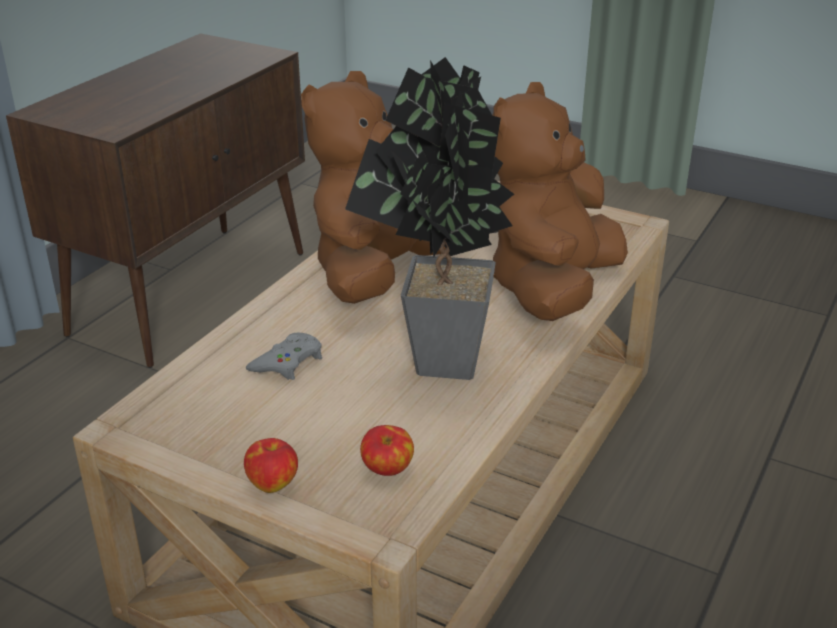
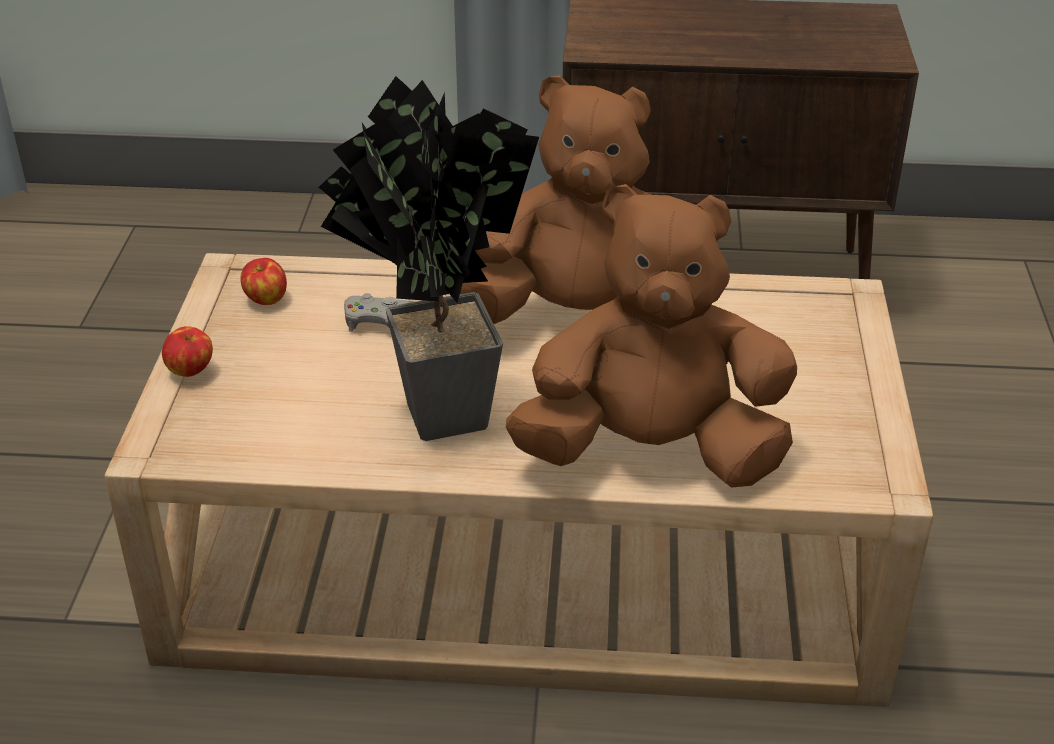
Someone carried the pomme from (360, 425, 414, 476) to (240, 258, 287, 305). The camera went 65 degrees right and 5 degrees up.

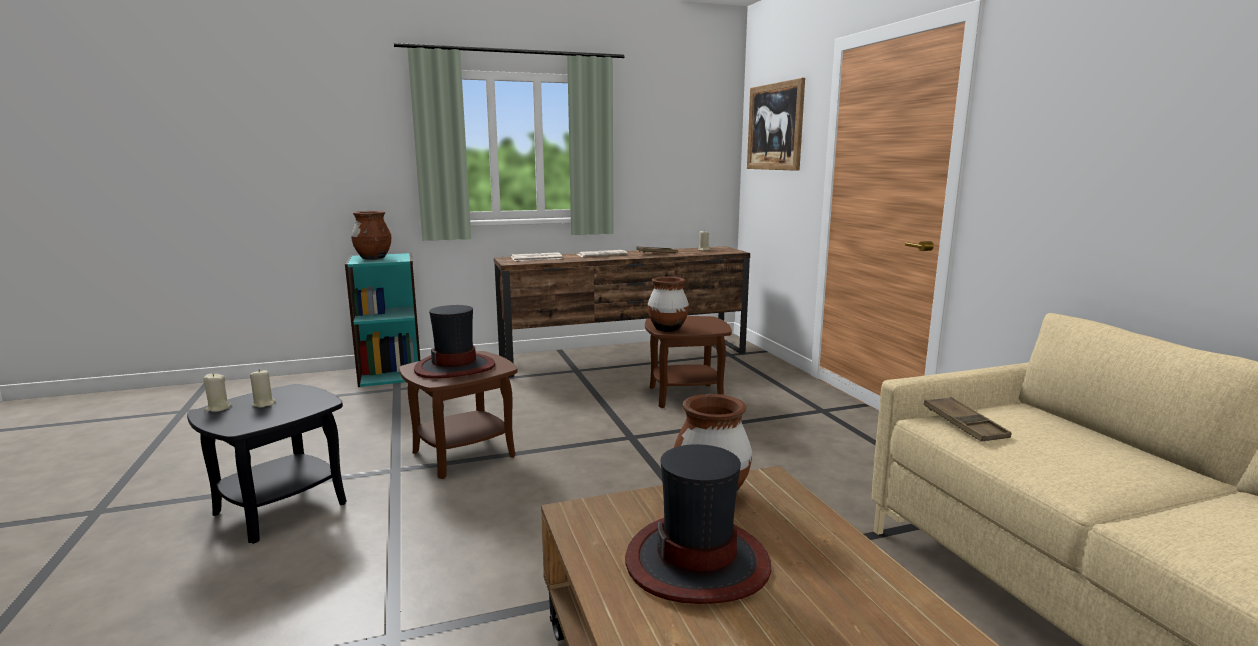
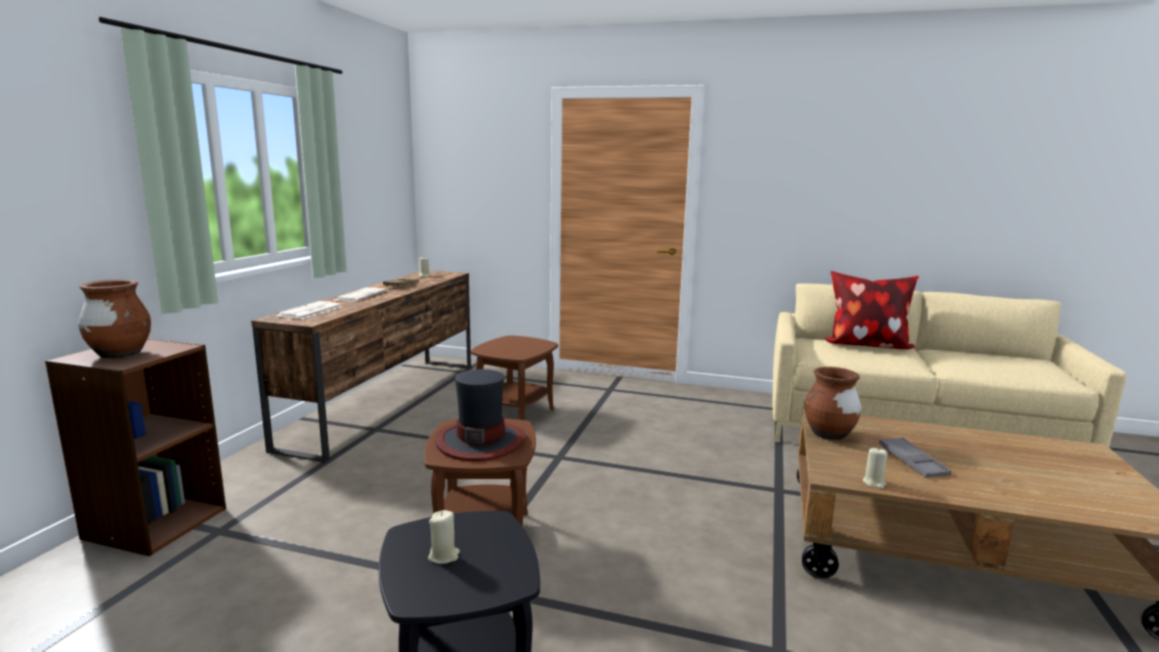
Someone carried the bougie/beige from (203, 373, 232, 412) to (862, 447, 888, 489). Someone repainted the bibliothèque/turquoise at (345, 253, 420, 387), which became the bibliothèque/marron at (45, 338, 226, 556). Someone swapped the chapeau at (625, 444, 771, 604) for the plateau/gris at (879, 437, 951, 478). Someone took away the vase/marron at (647, 276, 689, 332). Someone took away the tableau at (747, 78, 805, 171). Someone took away the plateau/marron at (924, 397, 1011, 442). Someone put down the coussin at (824, 271, 919, 349). The camera went 55 degrees left and 0 degrees up.

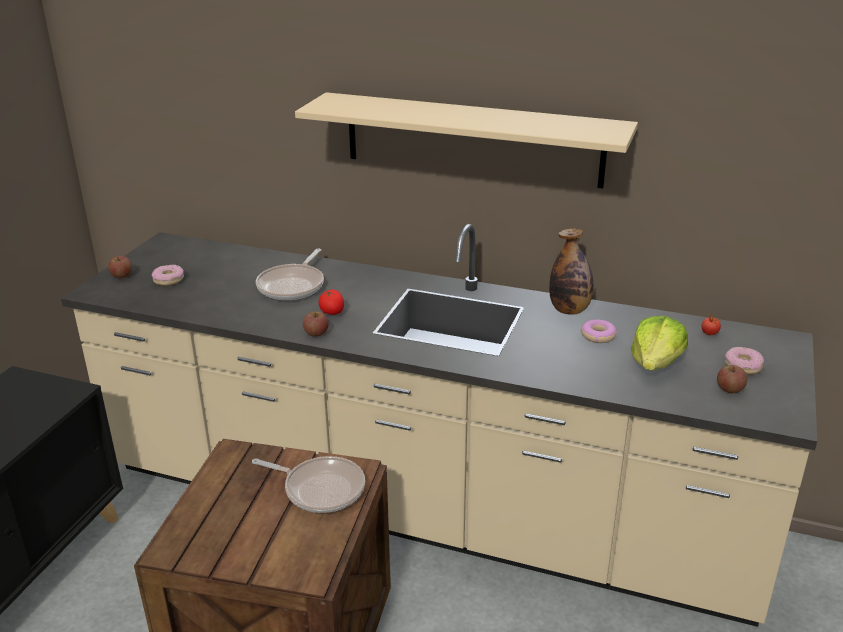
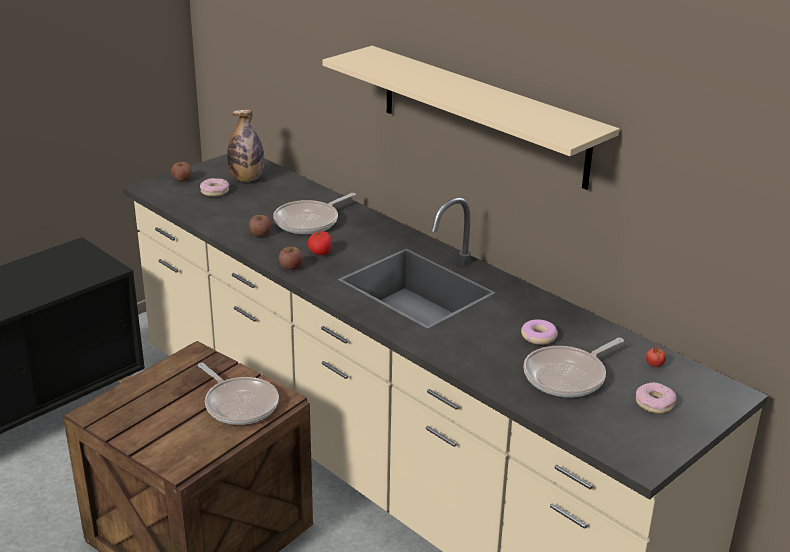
Someone carried the bouteille from (549, 228, 593, 315) to (227, 109, 264, 182). Someone swapped the laitue at (631, 316, 688, 371) for the poêle at (523, 338, 624, 397). Someone carried the pomme from (717, 365, 747, 393) to (249, 215, 272, 237). The camera went 25 degrees right and 0 degrees up.

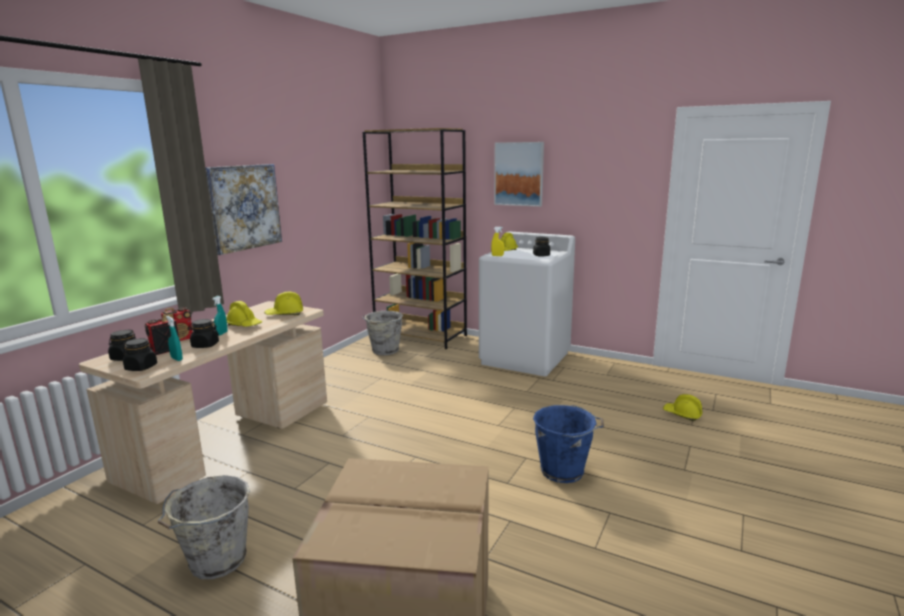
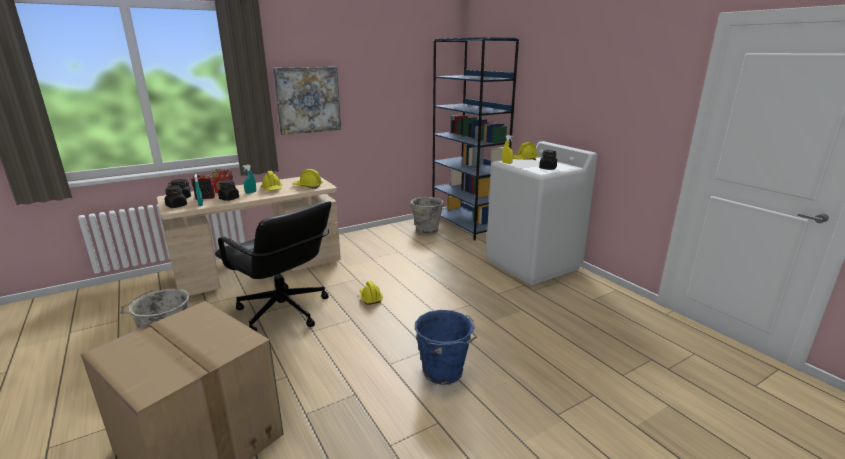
Someone repainted the bibliothèque/marron at (363, 128, 467, 349), which became the bibliothèque/bleu at (432, 37, 519, 240). Someone took away the tableau at (494, 142, 544, 207). Someone carried the casque de chantier/jaune from (663, 394, 703, 421) to (360, 281, 383, 305). Someone put down the chaise de bureau/noir at (215, 201, 331, 332). The camera went 30 degrees right and 5 degrees up.

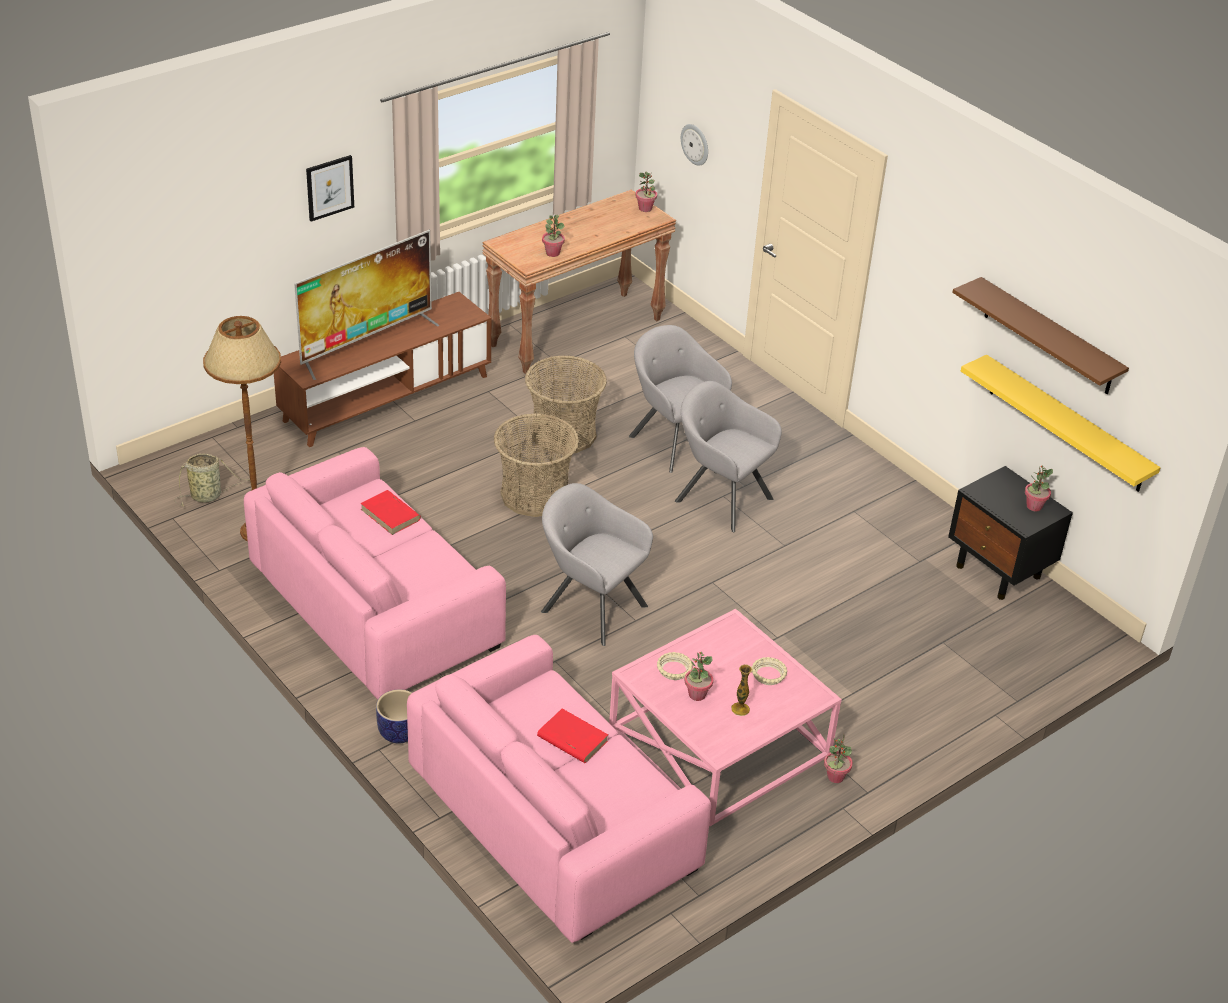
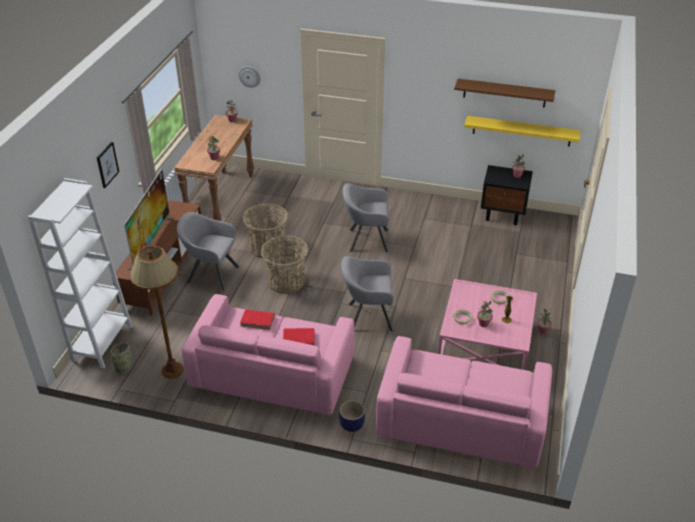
Someone carried the livre/rouge from (537, 709, 608, 763) to (283, 328, 315, 345). Someone carried the fauteuil/gris from (629, 325, 732, 473) to (177, 212, 240, 291). Someone put down the bibliothèque/blanc at (28, 178, 133, 368). The camera went 35 degrees left and 0 degrees up.

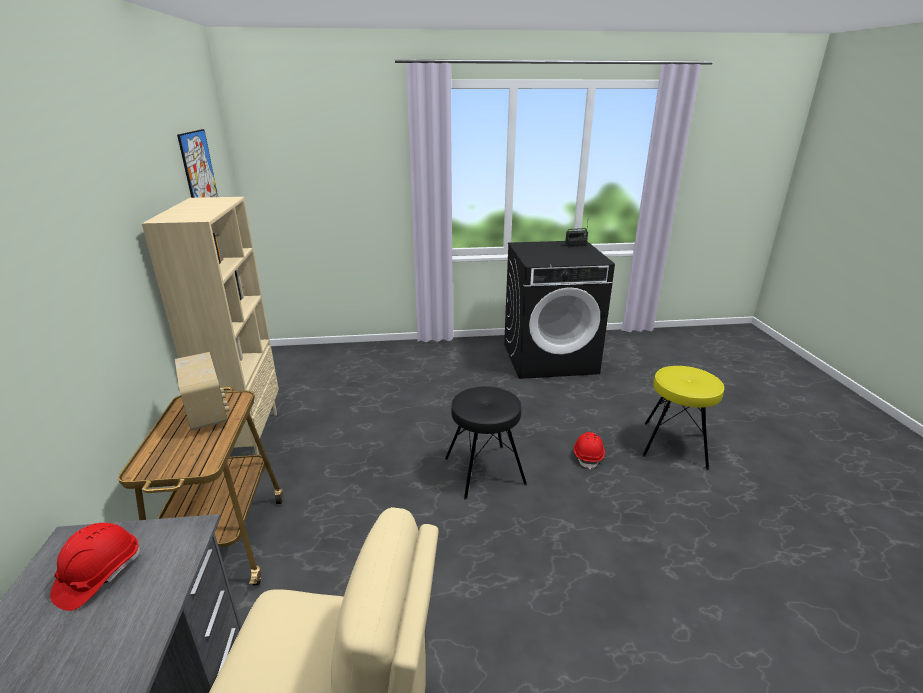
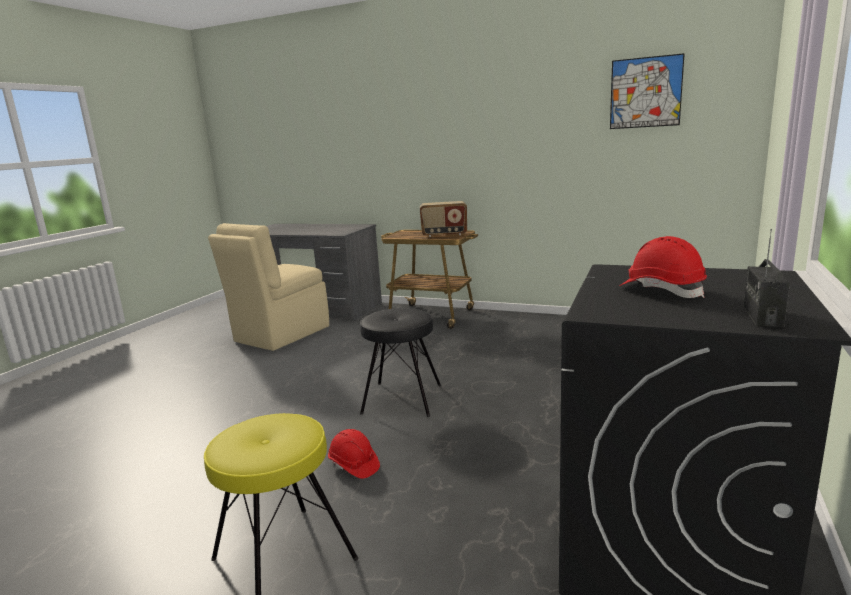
Someone carried the casque de chantier/rouge from (50, 523, 140, 611) to (620, 236, 707, 298). Someone took away the bibliothèque/beige at (142, 197, 279, 455). The camera went 120 degrees right and 10 degrees down.

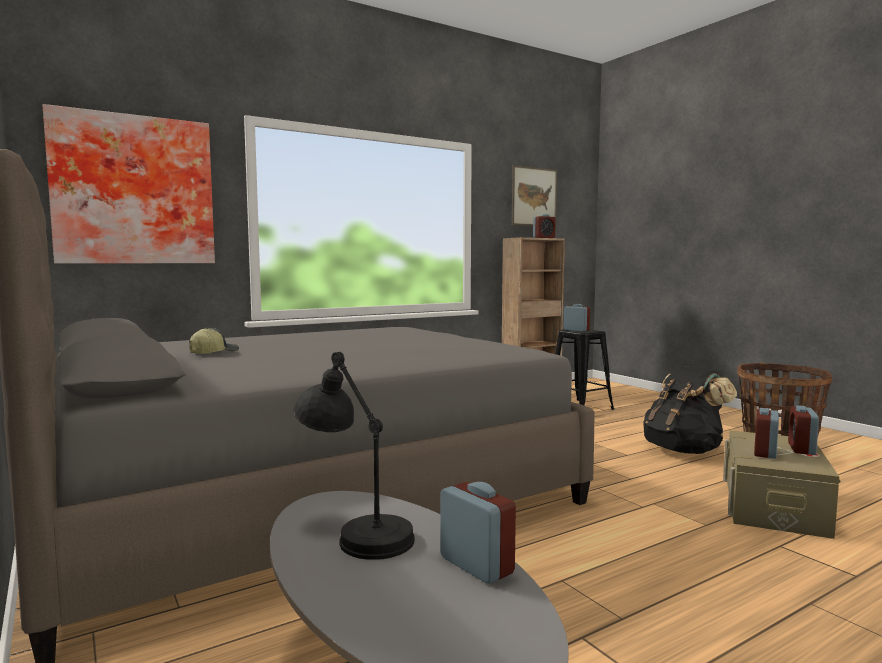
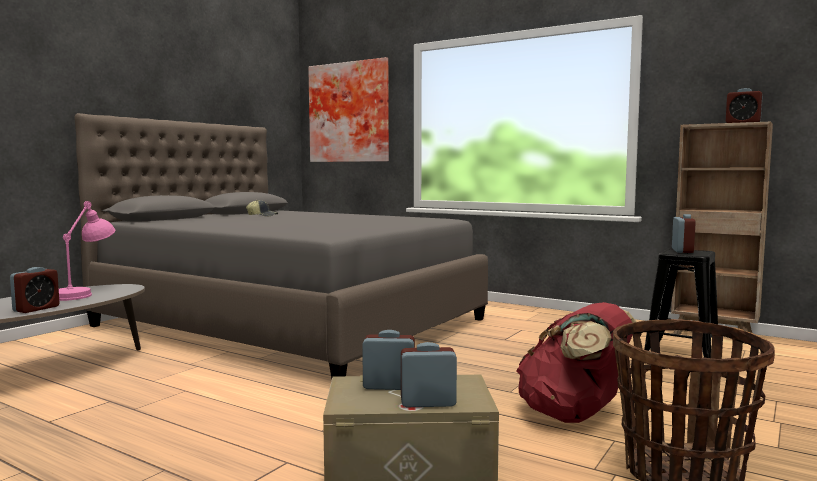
Someone repainted the lampe de table/noir at (293, 352, 415, 560), which became the lampe de table/rose at (59, 201, 115, 301). Someone took away the tableau at (512, 165, 557, 227). Someone repainted the sac à dos/noir at (643, 366, 737, 454), which became the sac à dos/rouge at (516, 302, 636, 423). The camera went 65 degrees right and 0 degrees up.

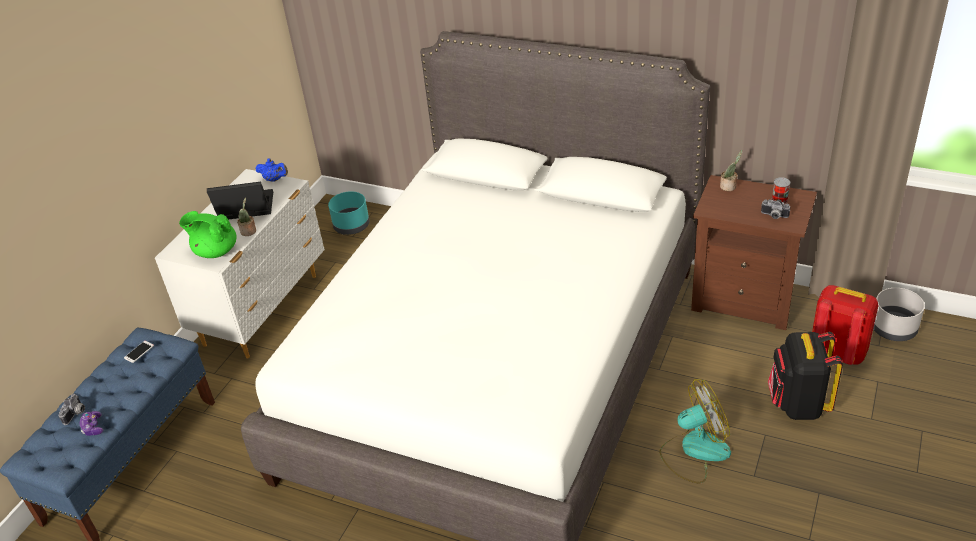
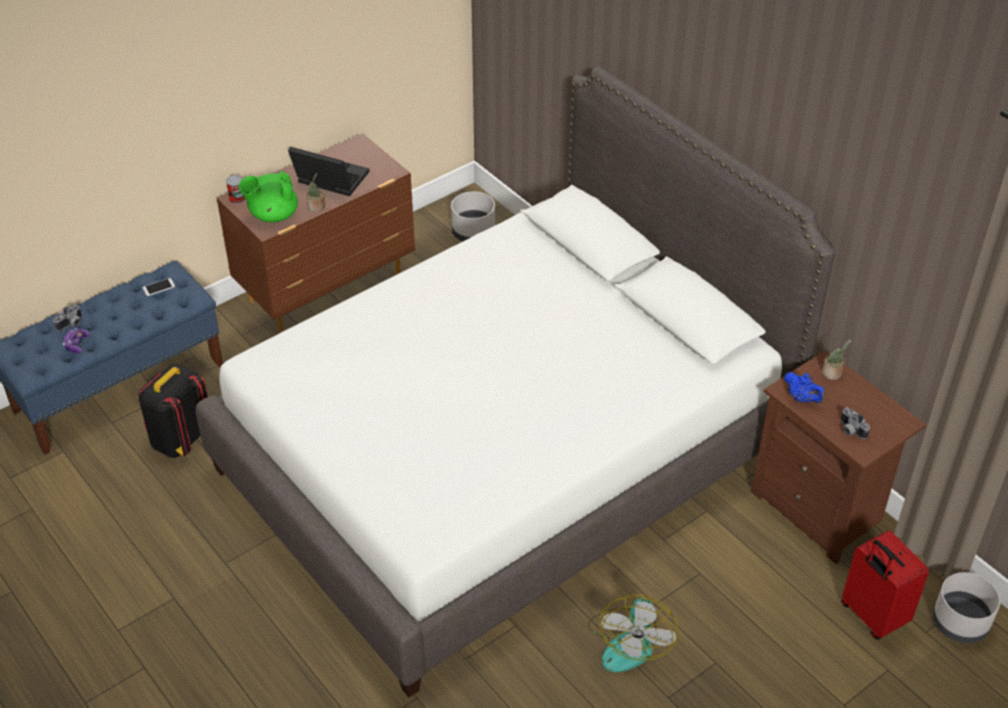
Someone repainted the commode/blanc at (155, 169, 325, 358), which became the commode/marron at (217, 133, 415, 333). Someone rotated the théière/vert at (179, 211, 237, 258) by 60 degrees counterclockwise. Someone carried the théière/bleu from (256, 158, 288, 182) to (784, 372, 825, 403). Someone repainted the cache-pot/turquoise at (328, 191, 370, 235), which became the cache-pot/gris at (451, 191, 495, 241). Someone rotated the ventilateur at (659, 379, 731, 483) by 90 degrees clockwise. Someone carried the sac à dos/noir from (768, 332, 843, 420) to (138, 364, 208, 458). Someone carried the boîte métallique from (772, 177, 790, 204) to (226, 175, 246, 204). Someone swapped the sac à dos/rouge at (812, 285, 879, 365) for the valise/rouge at (841, 530, 929, 640). The camera went 25 degrees right and 5 degrees up.

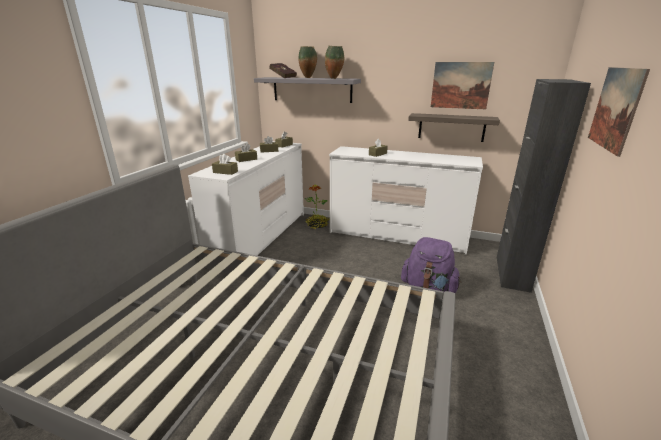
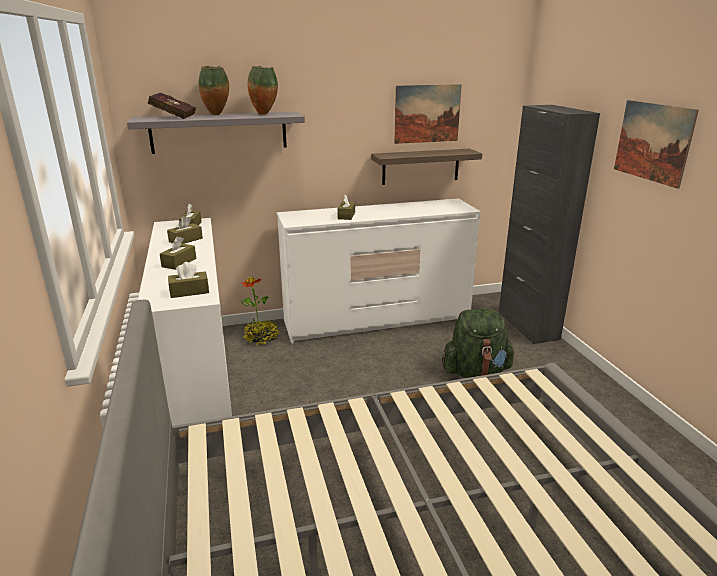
Someone repainted the sac à dos/violet at (401, 237, 461, 295), which became the sac à dos/vert at (442, 309, 514, 378). The camera went 35 degrees left and 0 degrees up.

